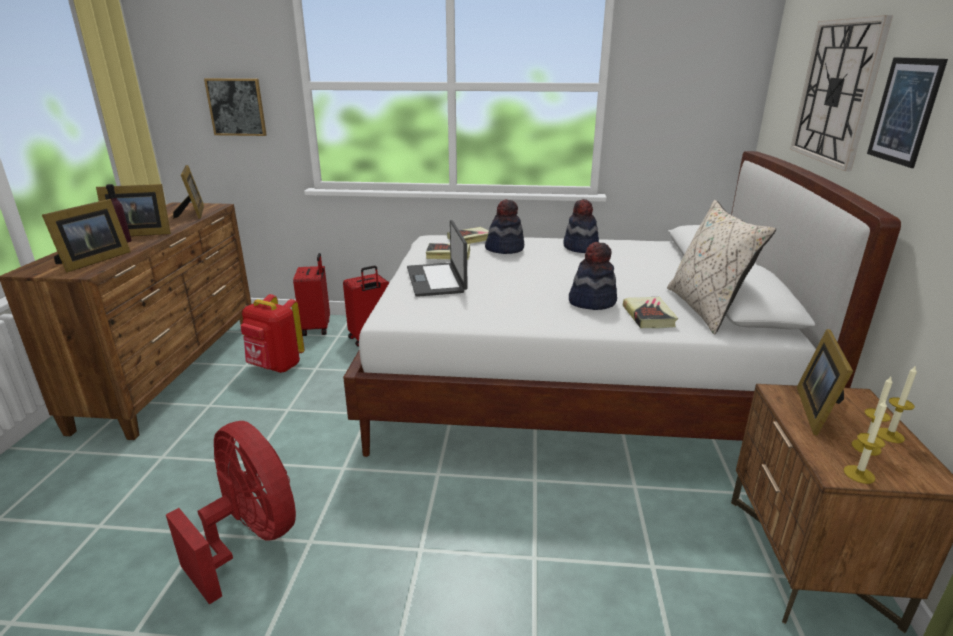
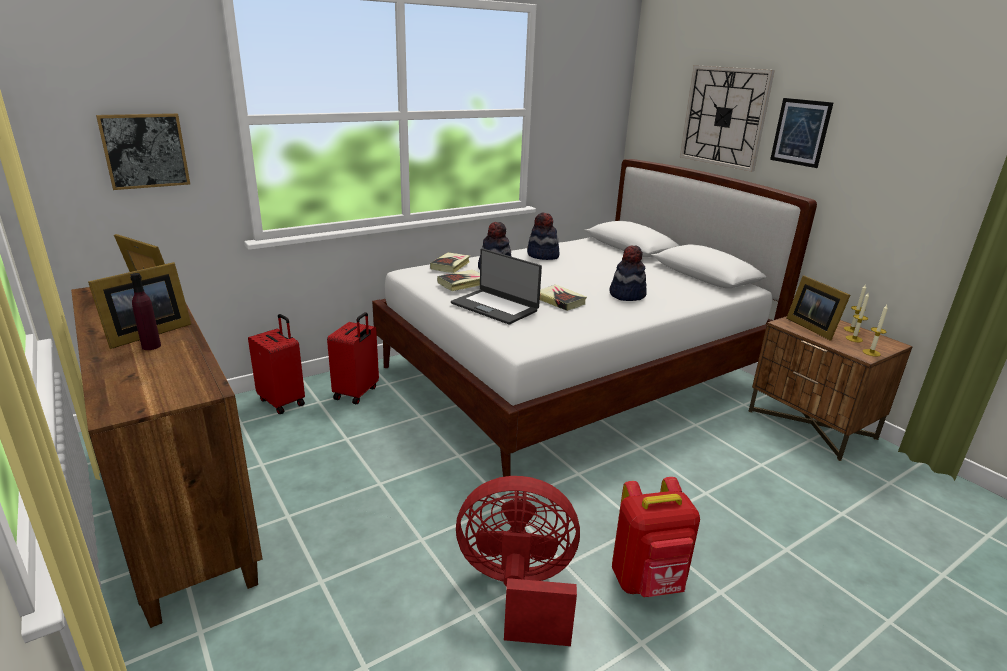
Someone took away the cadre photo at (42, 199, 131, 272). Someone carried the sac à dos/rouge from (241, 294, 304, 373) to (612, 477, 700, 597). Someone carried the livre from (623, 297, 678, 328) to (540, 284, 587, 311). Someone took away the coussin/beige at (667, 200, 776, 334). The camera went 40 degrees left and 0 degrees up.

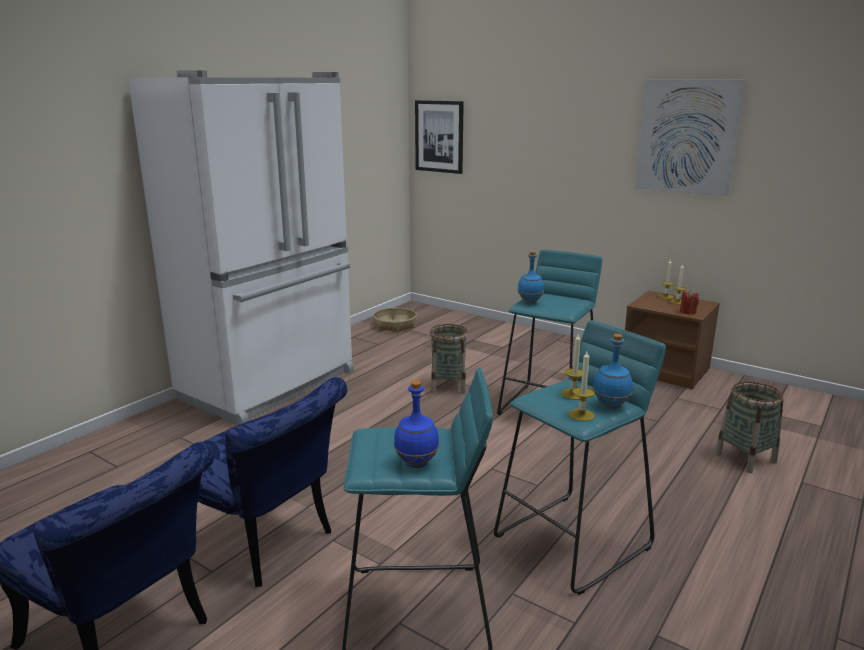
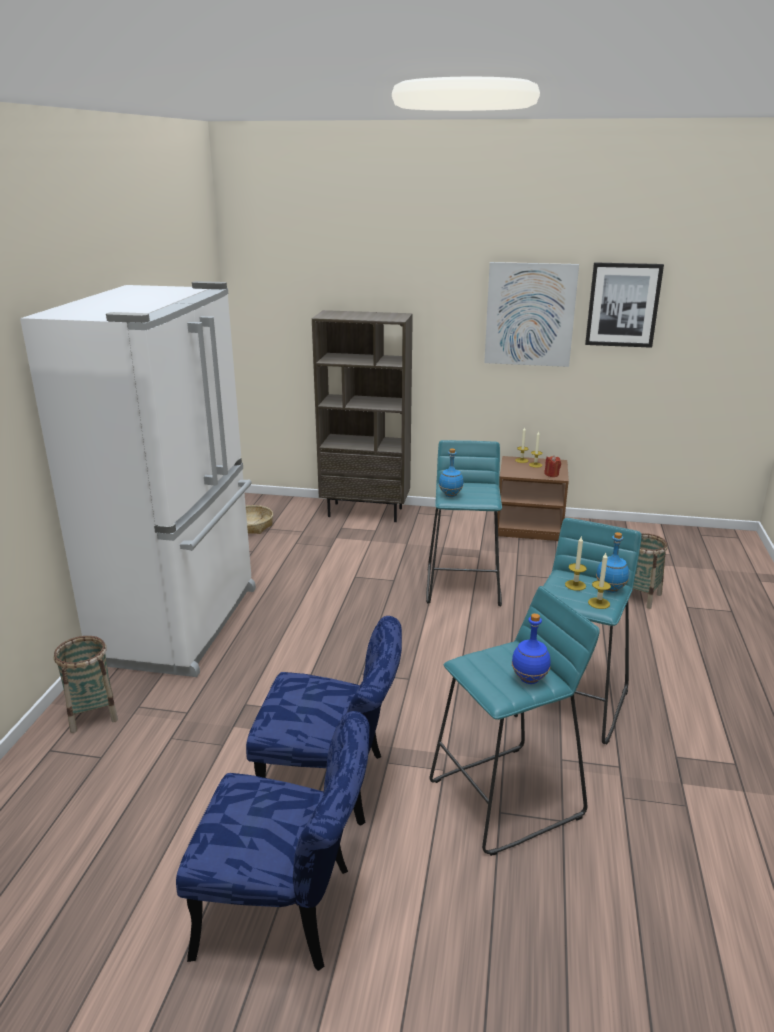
Someone carried the tableau from (415, 100, 464, 174) to (585, 262, 664, 348). Someone carried the panier from (430, 324, 468, 394) to (54, 636, 118, 733). Someone put down the bibliothèque/marron at (312, 310, 413, 522). The camera went 25 degrees left and 5 degrees up.

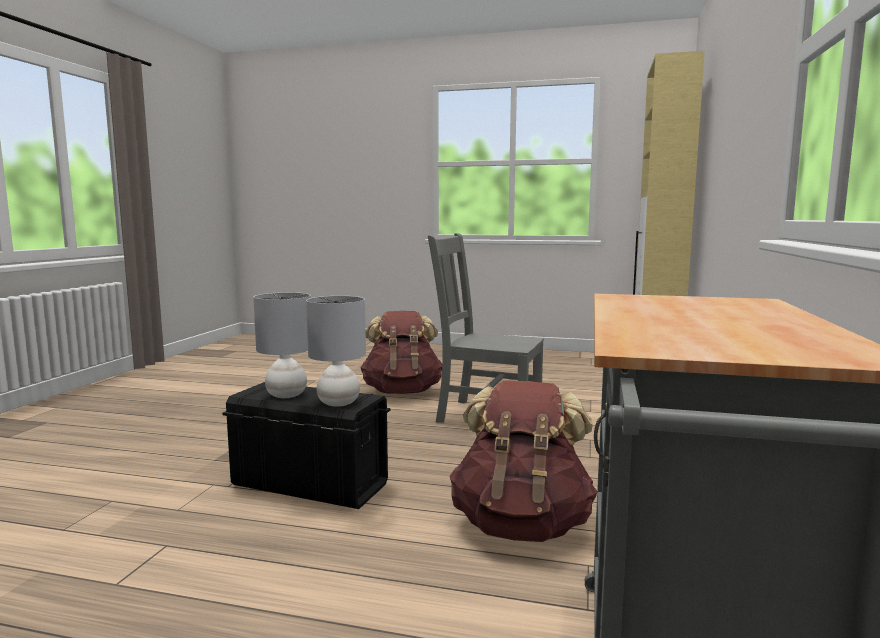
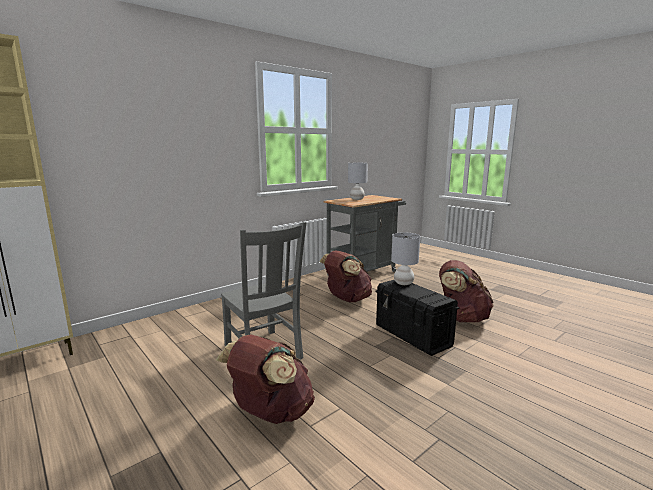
Someone carried the lampe de table/gris from (253, 292, 311, 398) to (348, 163, 368, 200). Someone put down the sac à dos/marron at (439, 260, 494, 322). The camera went 145 degrees left and 5 degrees up.

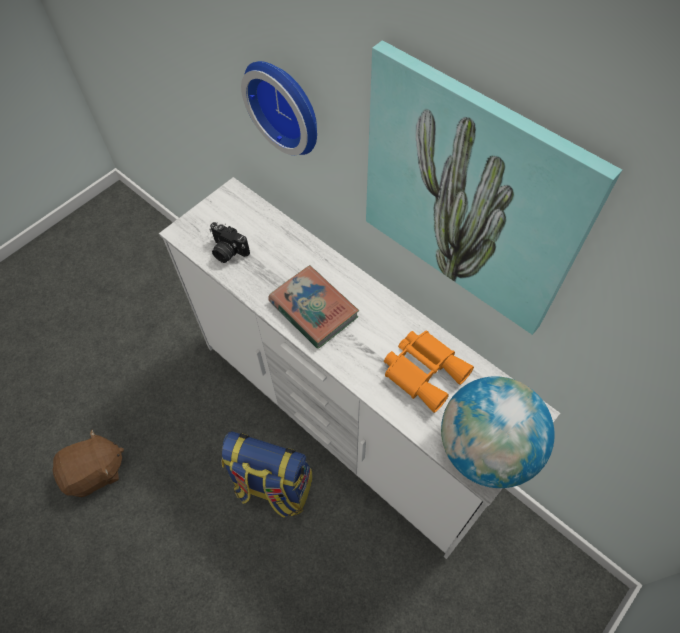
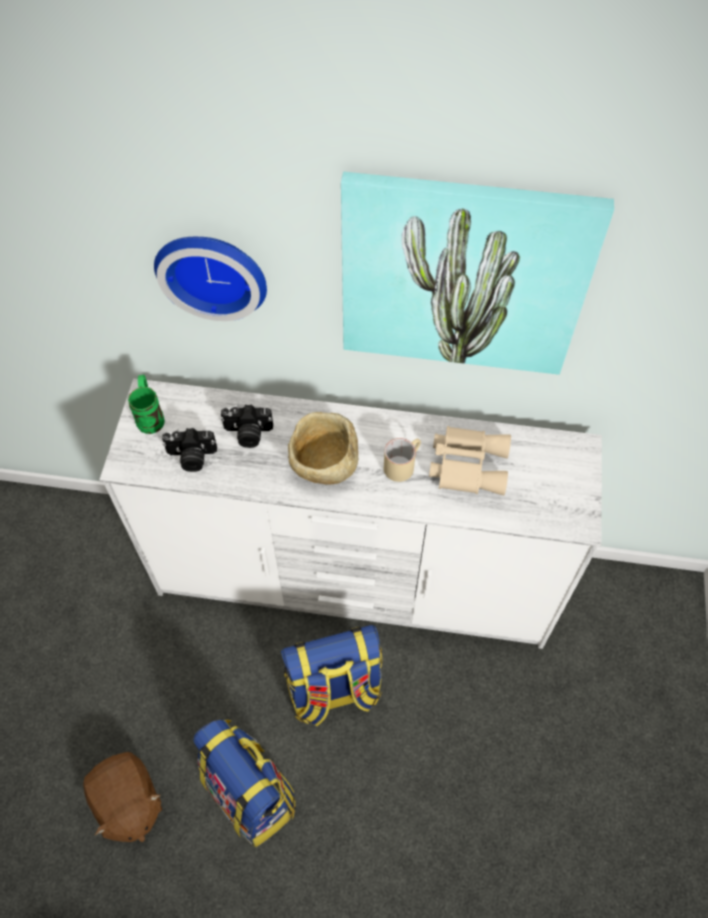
Someone rotated the peluche/marron at (53, 430, 124, 497) by 120 degrees clockwise. Someone swapped the livre at (268, 265, 359, 349) for the bol/beige at (288, 412, 359, 485). Someone repainted the jumelles/orange at (384, 330, 474, 413), which became the jumelles/beige at (429, 426, 511, 495). Someone took away the globe at (441, 376, 555, 488). Someone put down the mug/vert at (128, 375, 165, 434). Someone put down the sac à dos at (193, 720, 296, 847). Someone put down the appareil photo at (221, 404, 273, 448). Someone put down the mug/beige at (384, 438, 421, 482). The camera went 35 degrees left and 0 degrees up.

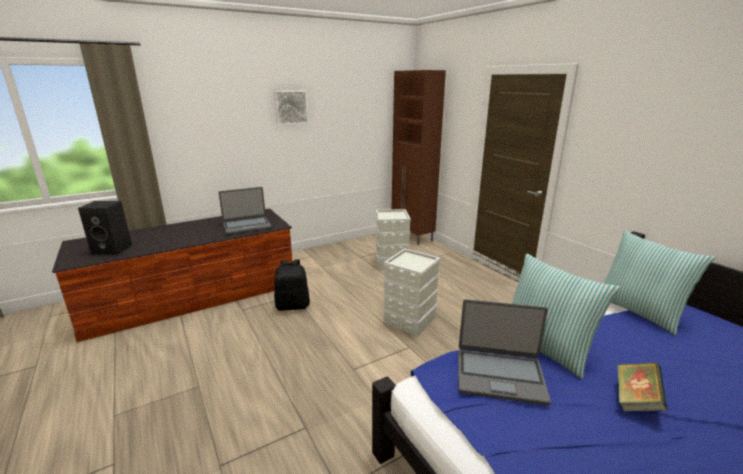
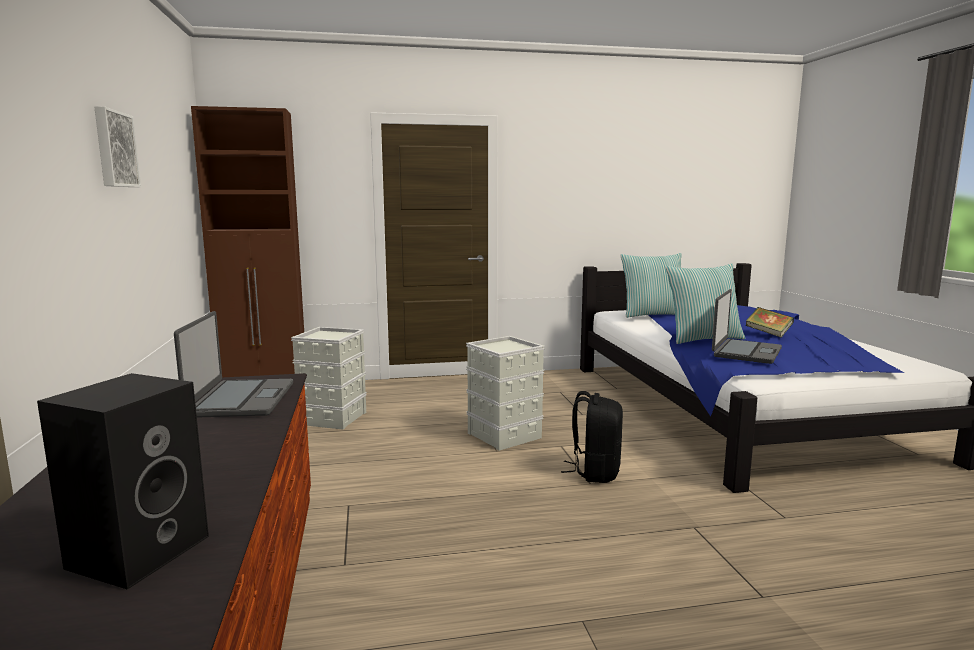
Someone carried the sac à dos/noir from (274, 259, 310, 311) to (561, 391, 623, 483). The camera went 70 degrees left and 10 degrees down.

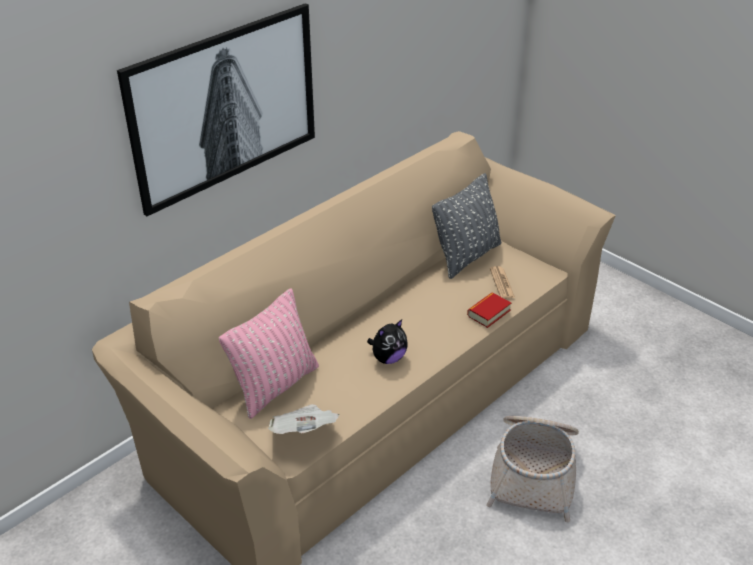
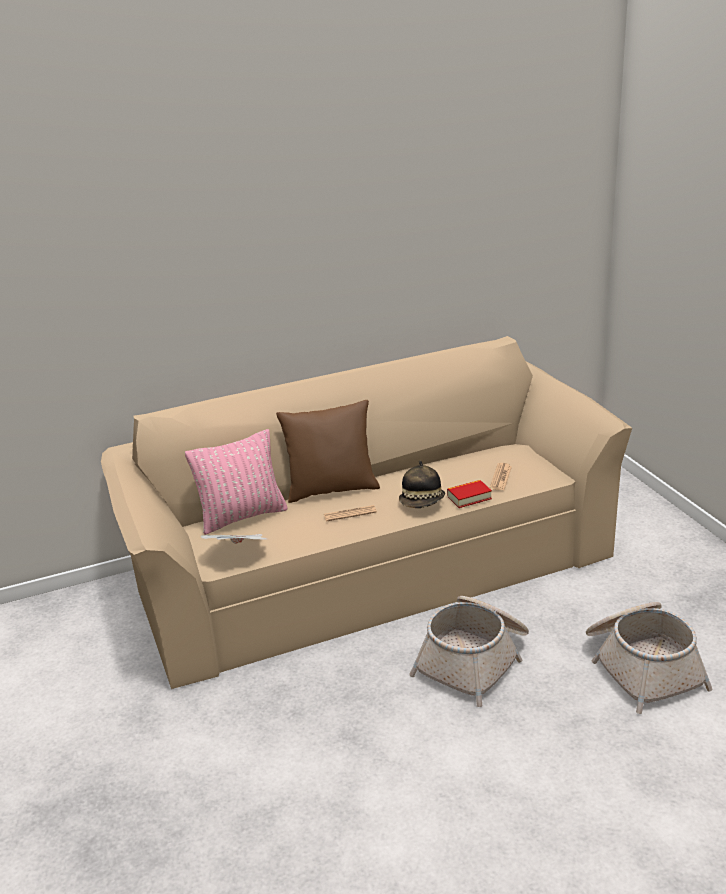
Someone took away the tableau at (117, 3, 315, 216). Someone swapped the peluche at (367, 319, 407, 364) for the journal at (323, 505, 377, 521). Someone took away the coussin/gris at (432, 173, 502, 279). Someone put down the coussin/marron at (276, 400, 380, 503). Someone put down the chapeau at (399, 461, 445, 508). Someone put down the panier at (586, 602, 712, 714). The camera went 25 degrees right and 10 degrees down.

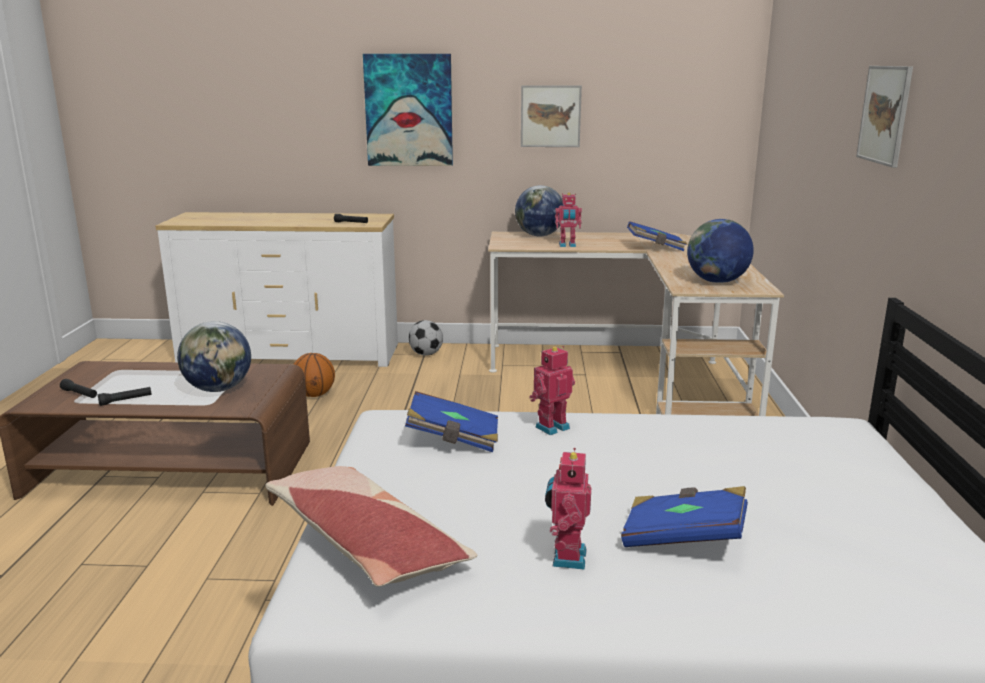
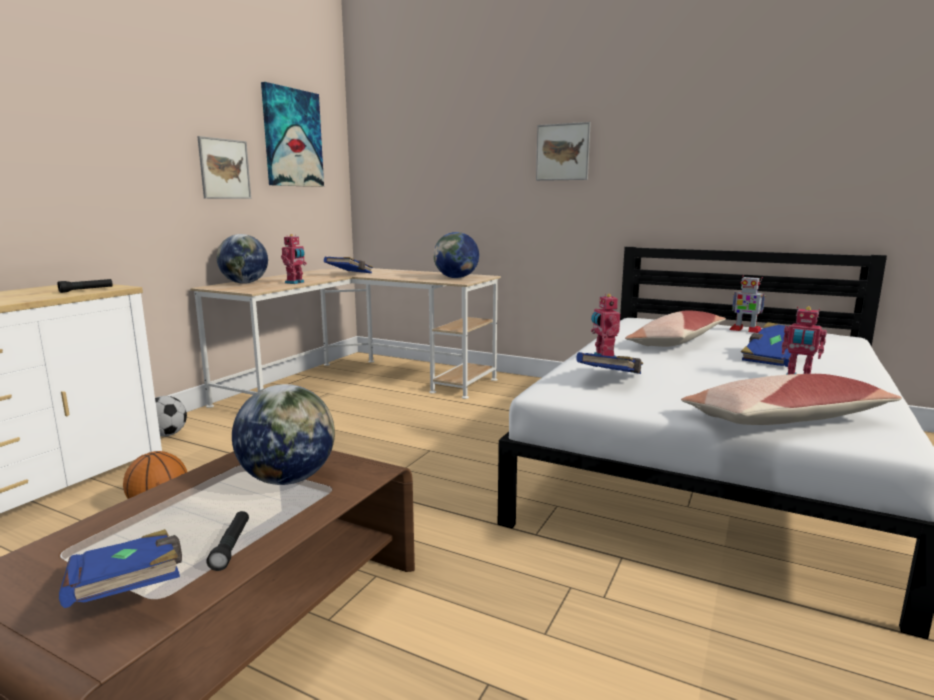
Someone swapped the lampe de poche/noir at (60, 379, 97, 398) for the livre/bleu at (59, 529, 182, 608). Someone carried the tableau from (363, 54, 453, 166) to (261, 82, 324, 187). Someone put down the coussin at (625, 310, 726, 347). Someone put down the robot jouet at (729, 276, 766, 333). The camera went 65 degrees left and 5 degrees down.

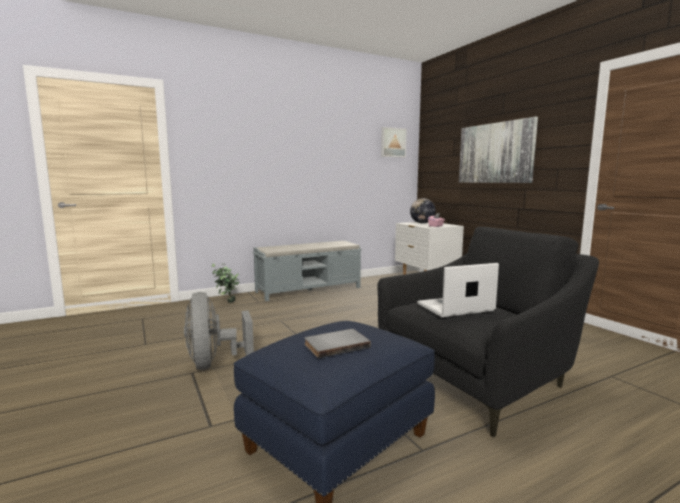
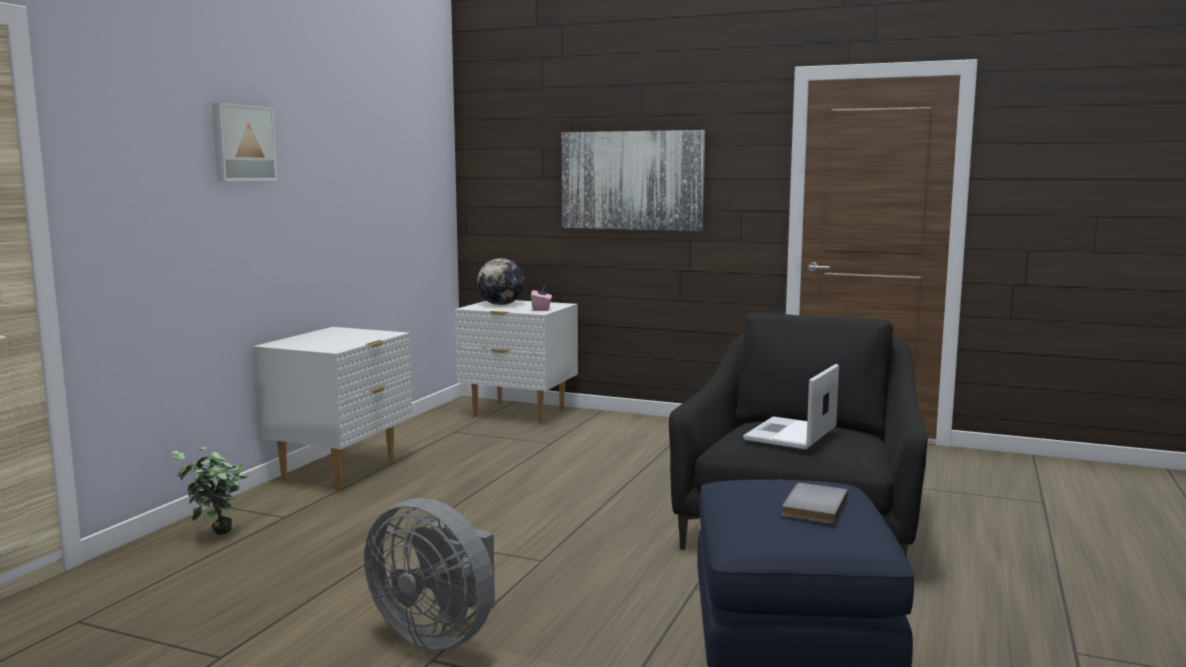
Someone swapped the banc/gris at (253, 240, 362, 301) for the table de chevet/blanc at (252, 327, 413, 489). Someone carried the tableau from (381, 127, 407, 157) to (212, 103, 278, 181). The camera went 40 degrees left and 0 degrees up.

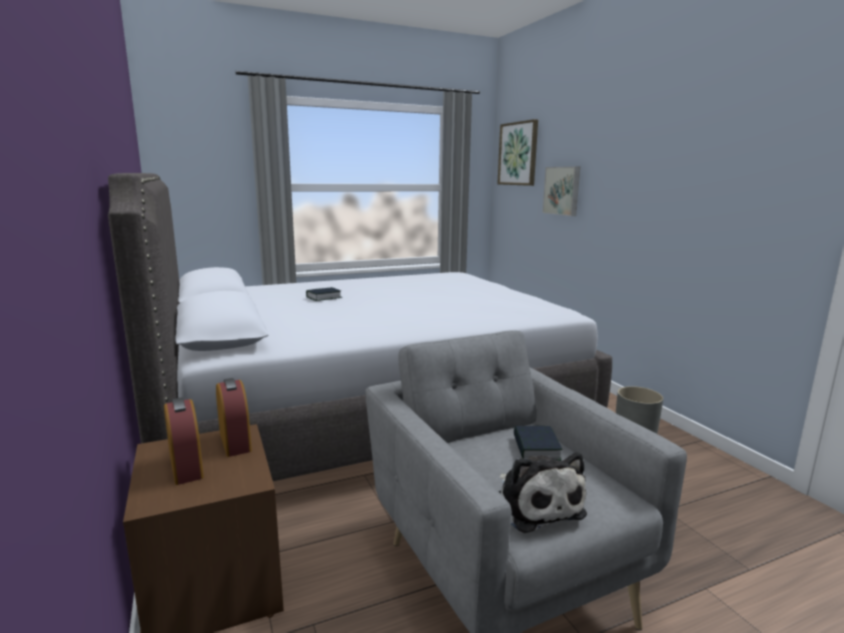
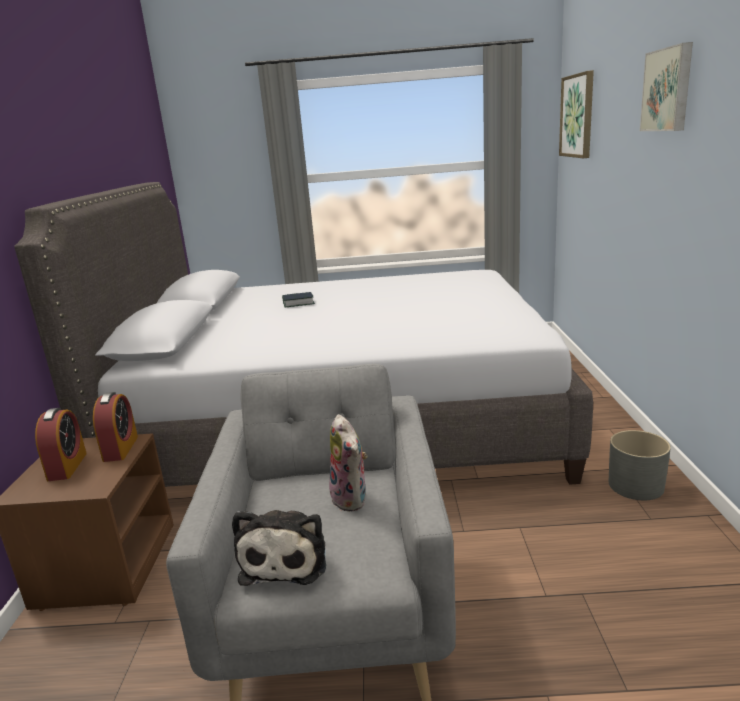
Someone swapped the livre at (514, 426, 562, 461) for the peluche at (329, 414, 367, 511). Someone carried the tableau from (542, 166, 580, 216) to (640, 42, 693, 131). The camera went 25 degrees right and 5 degrees up.

